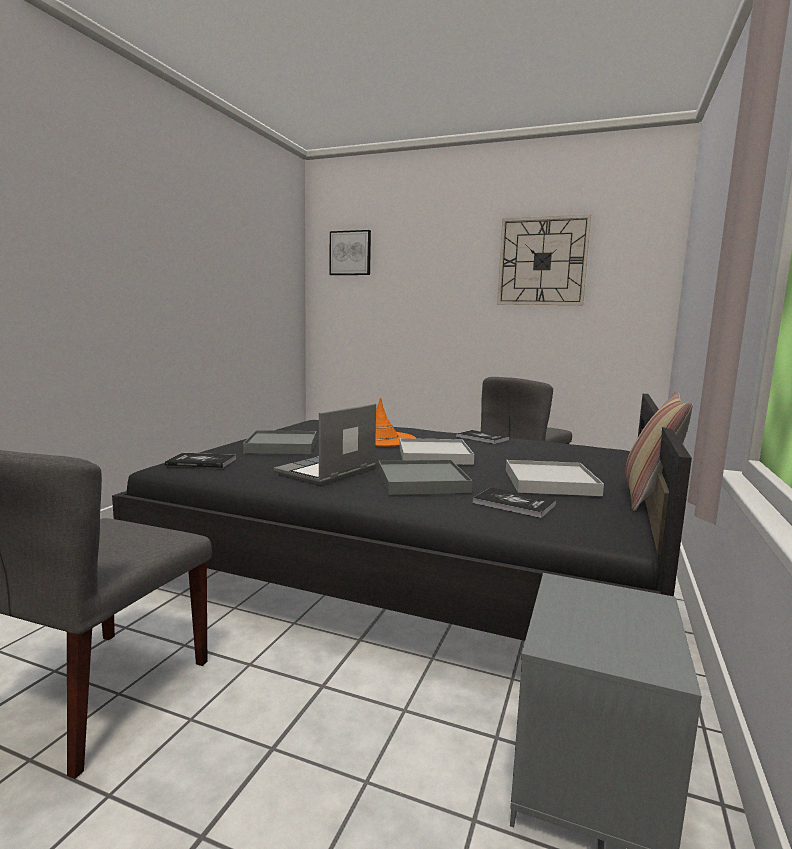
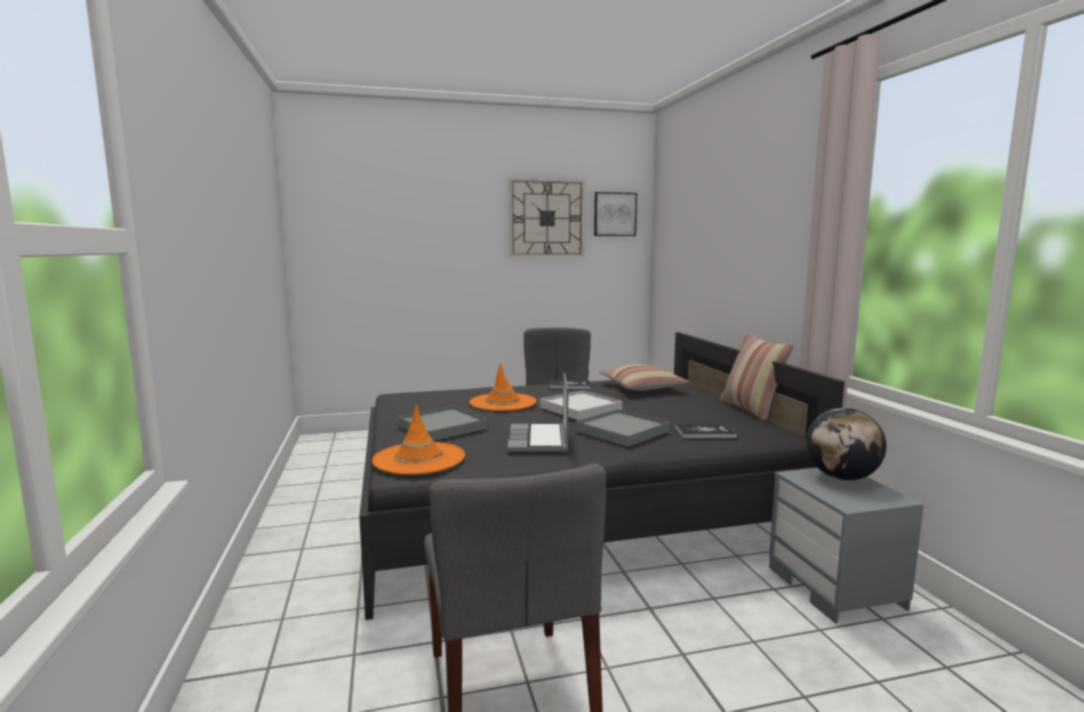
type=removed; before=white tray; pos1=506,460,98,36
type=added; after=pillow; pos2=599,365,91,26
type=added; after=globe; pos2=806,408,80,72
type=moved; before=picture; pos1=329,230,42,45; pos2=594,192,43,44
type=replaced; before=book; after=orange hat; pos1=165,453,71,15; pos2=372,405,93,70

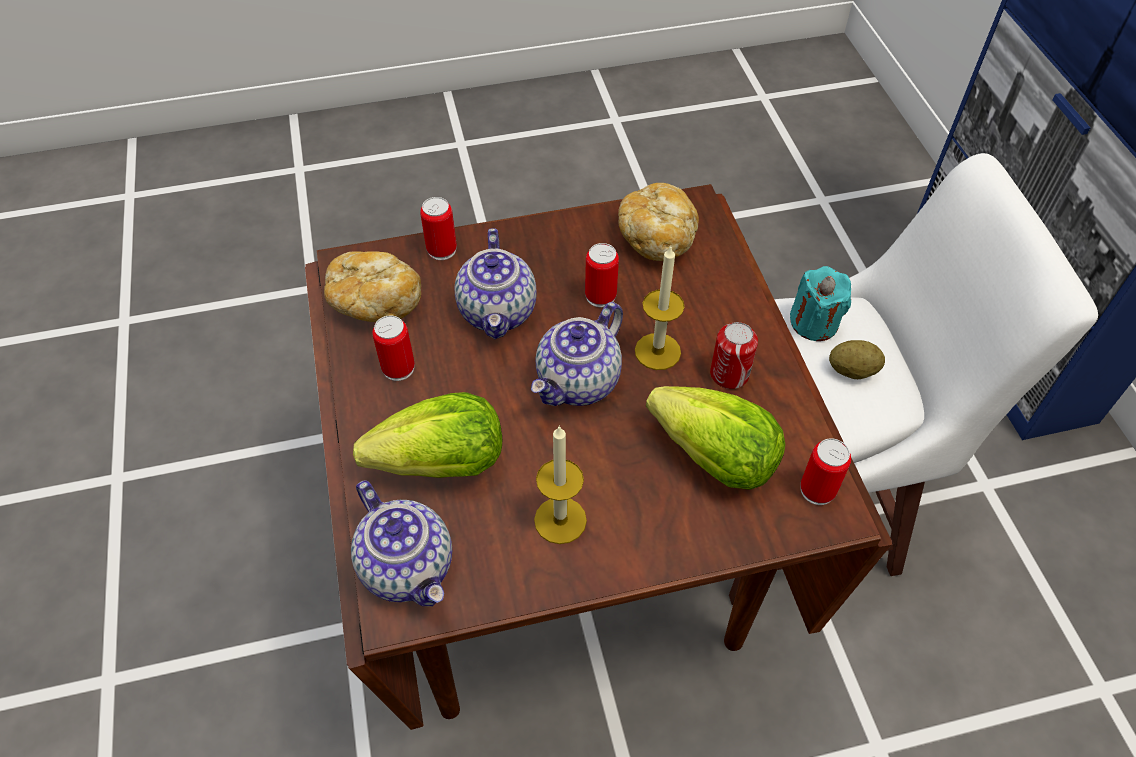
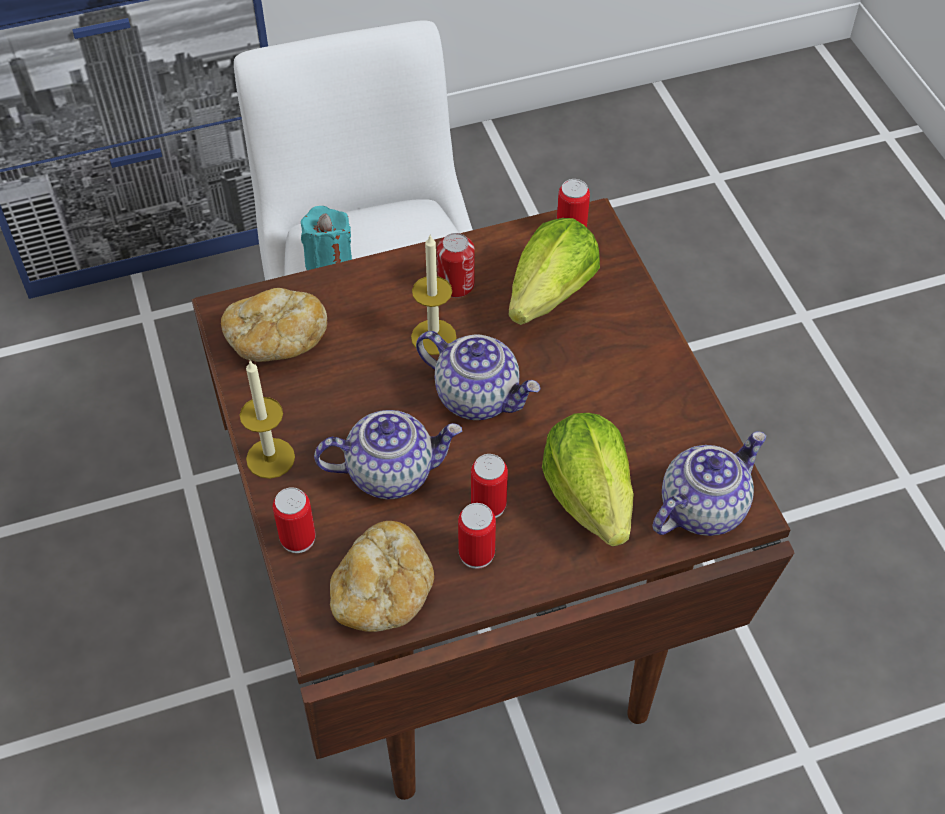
type=removed; before=potato; pos1=829,340,56,39
type=moved; before=candle; pos1=534,425,53,119; pos2=240,361,55,118
type=moved; before=can; pos1=585,243,34,64; pos2=471,454,37,64

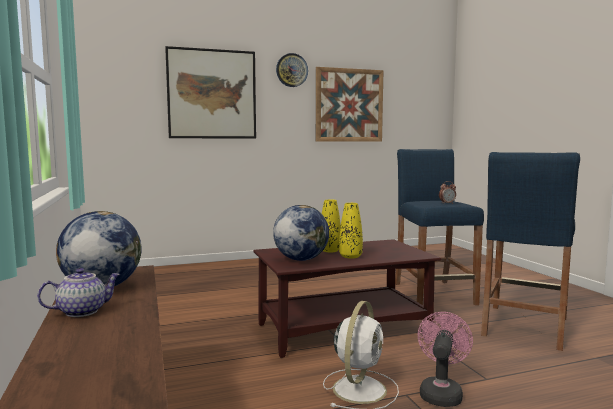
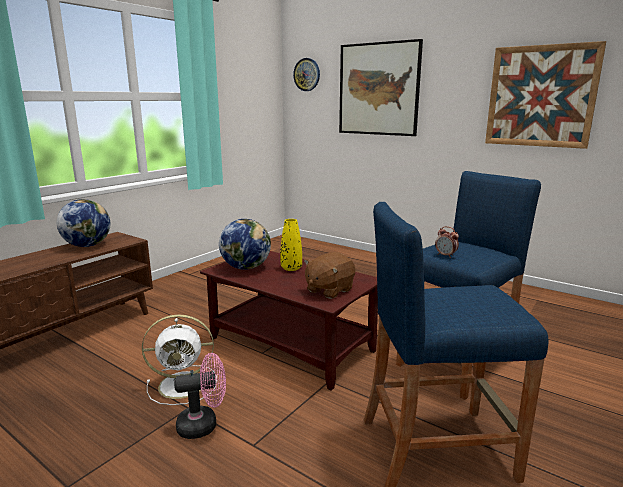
type=removed; before=teapot; pos1=37,268,84,49
type=removed; before=yellow vase; pos1=339,203,24,56
type=added; after=brown plush toy; pos2=304,252,52,47
type=moved; before=wall clock; pos1=276,53,32,34; pos2=293,58,27,33

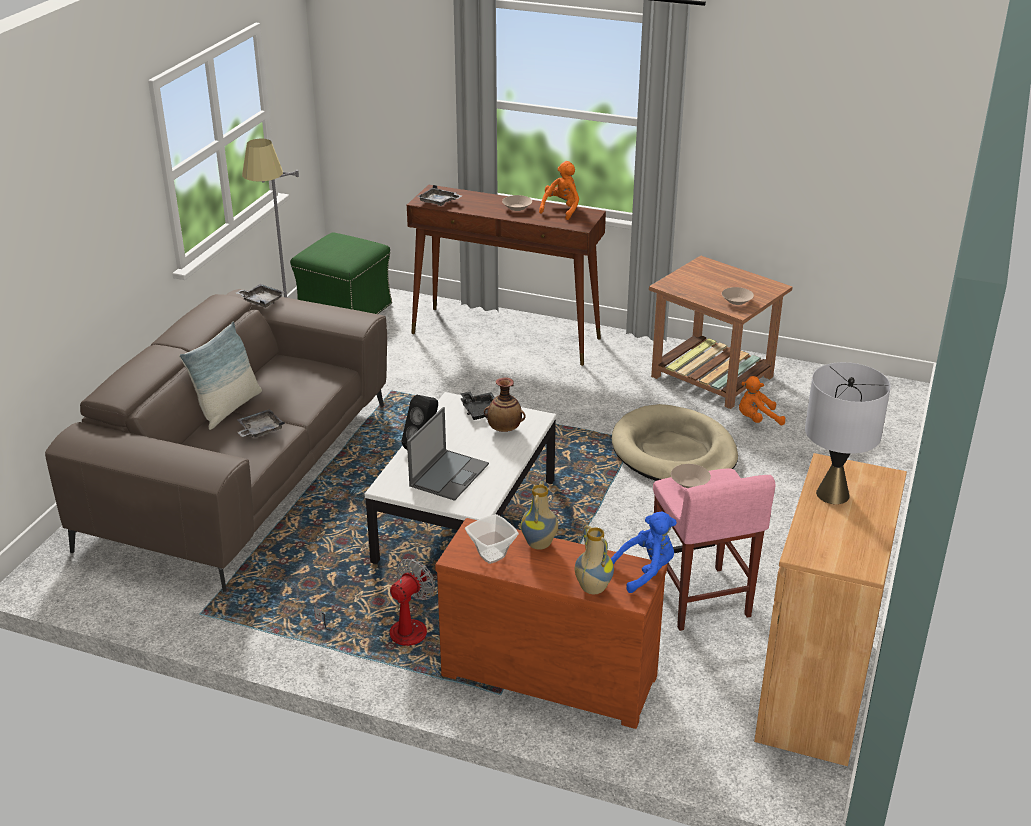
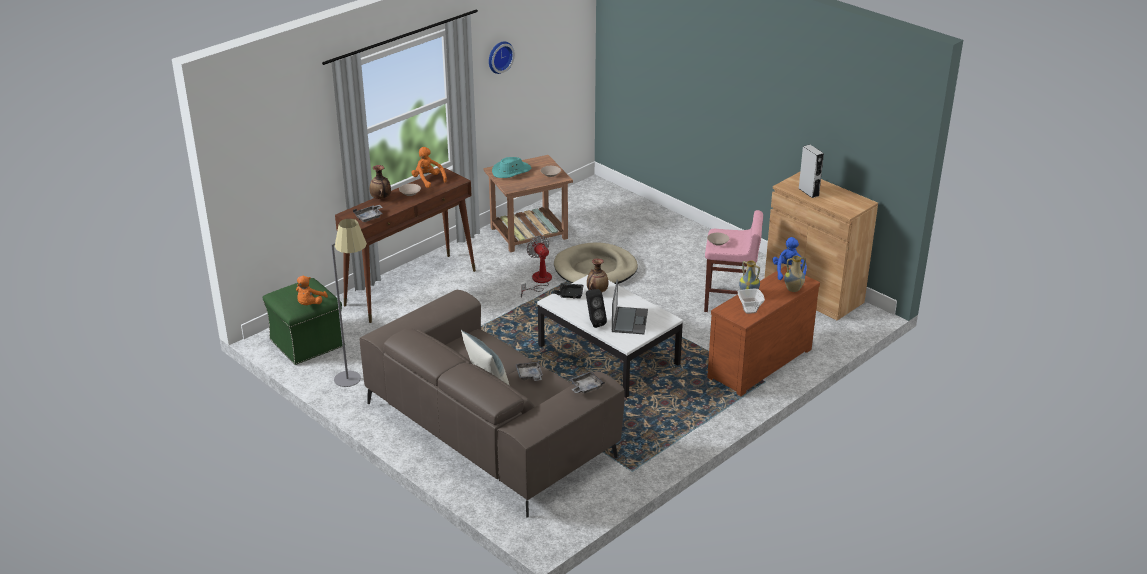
type=added; after=vase; pos2=370,165,21,34
type=added; after=wall clock; pos2=489,41,26,33
type=added; after=turquoise hat; pos2=492,157,39,21
type=moved; before=grey tray; pos1=236,284,49,24; pos2=570,371,35,23
type=moved; before=fan; pos1=314,558,121,90; pos2=521,236,31,62
type=moved; before=orange plush toy; pos1=739,376,46,49; pos2=296,276,32,29
type=replaced; before=grey table lamp; after=grey speaker; pos1=805,362,86,142; pos2=798,145,26,53
type=turned; before=laptop; pos1=407,407,82,94; pos2=612,280,36,54; turn=45

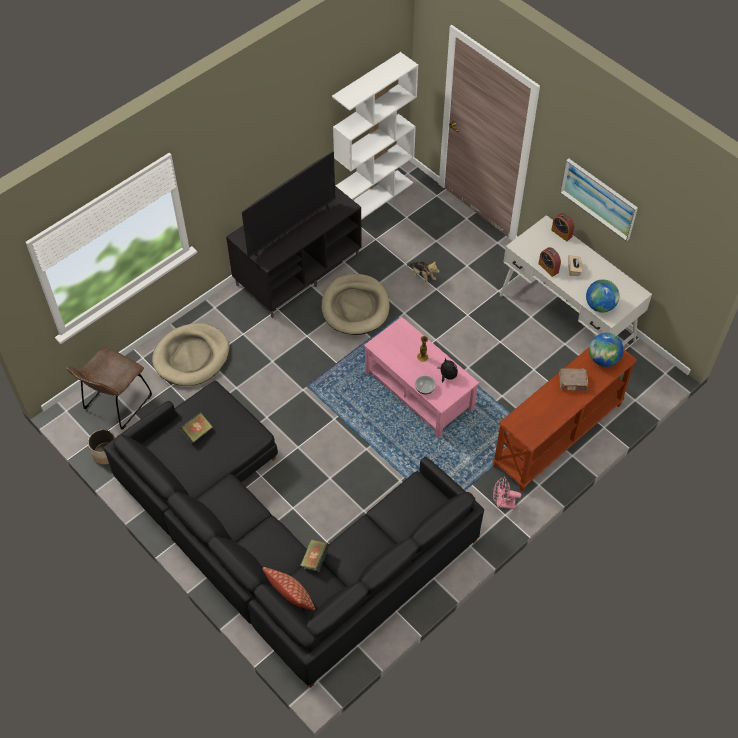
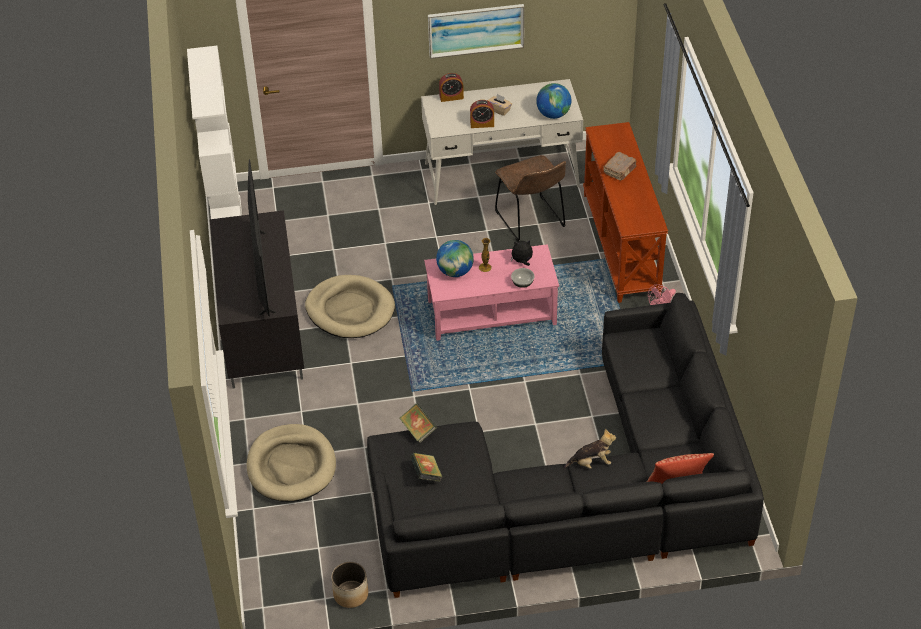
type=moved; before=brown chair; pos1=66,347,86,83; pos2=495,155,71,87
type=moved; before=book; pos1=300,539,30,33; pos2=399,403,38,40
type=moved; before=plush toy; pos1=407,260,33,24; pos2=564,428,52,41
type=moved; before=globe; pos1=589,333,35,34; pos2=436,240,38,37

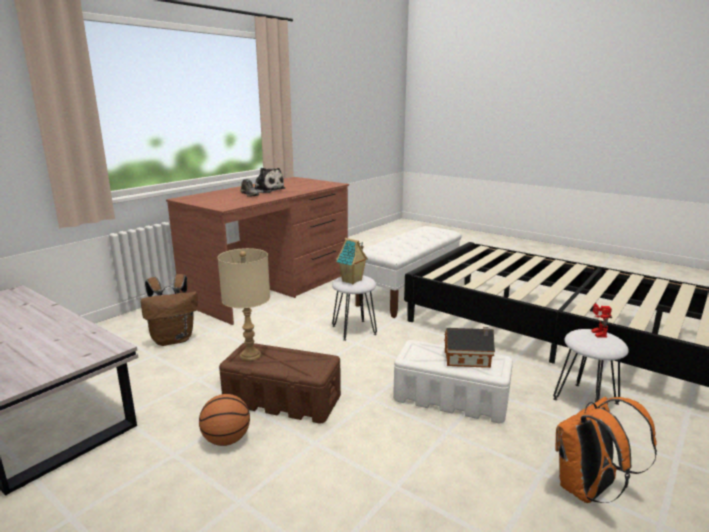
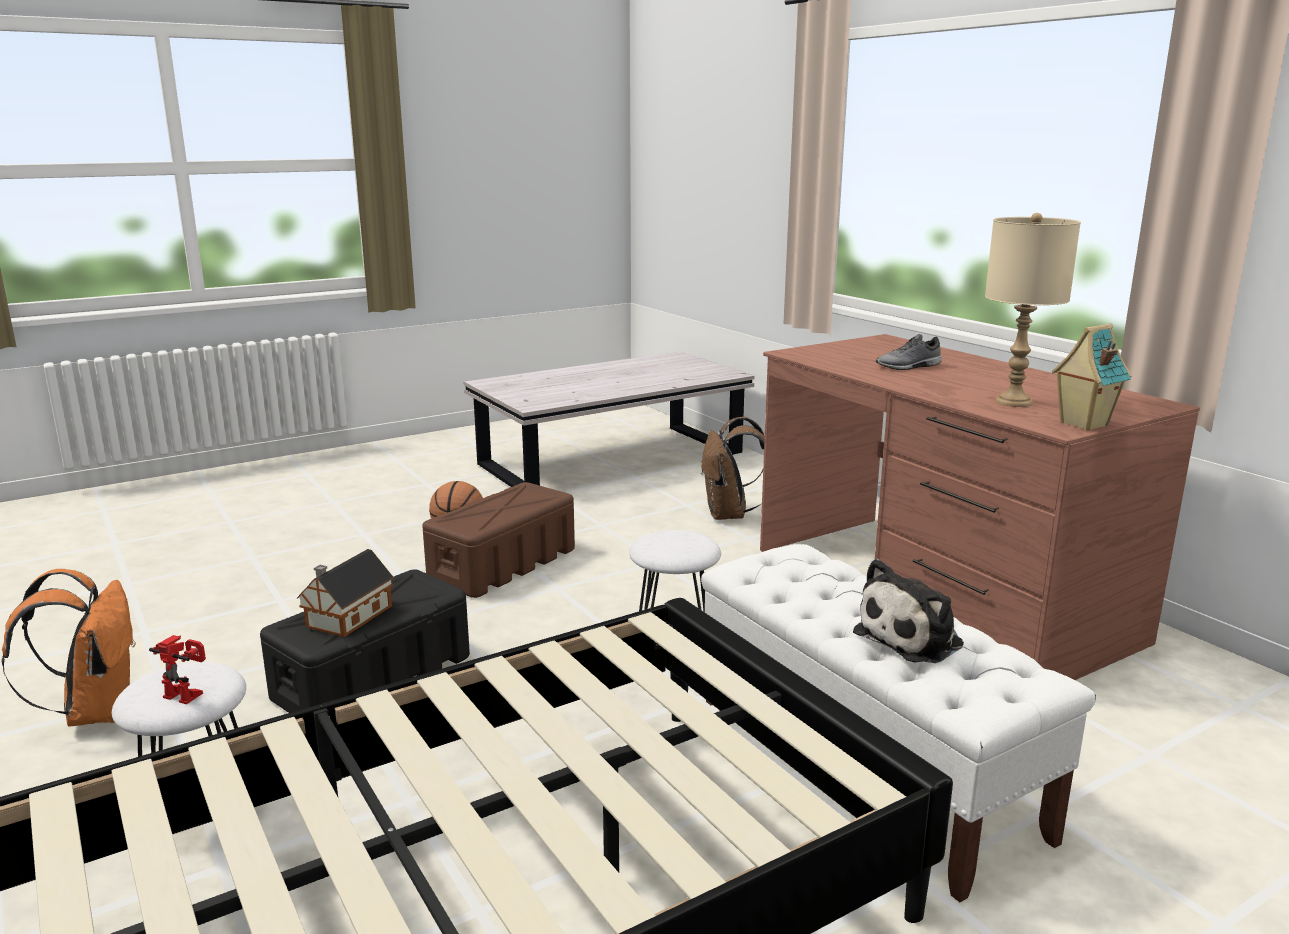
type=moved; before=beige table lamp; pos1=218,248,52,113; pos2=985,213,96,194
type=moved; before=plush toy; pos1=254,168,31,25; pos2=853,559,111,104
type=moved; before=toy house; pos1=336,238,32,46; pos2=1052,324,80,107
type=recoloured; before=white storage box; after=black storage box; pos1=393,340,120,83; pos2=260,570,210,143

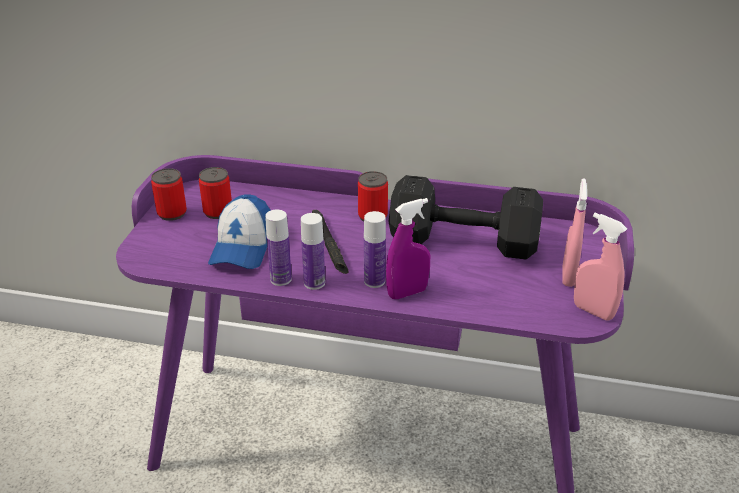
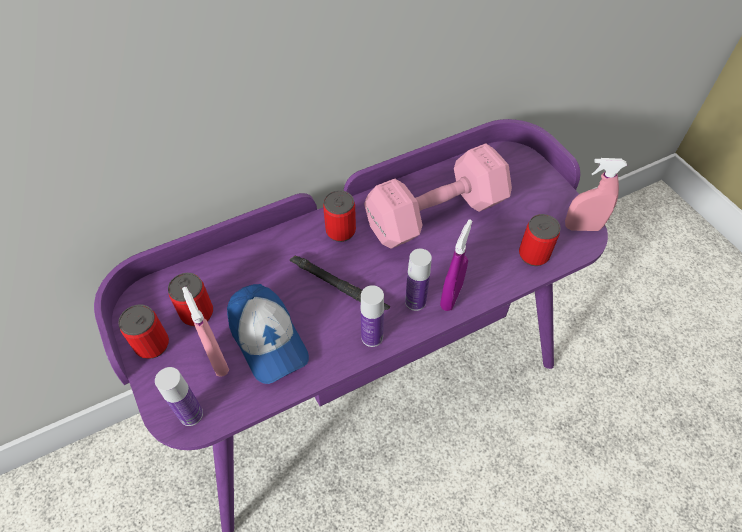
type=added; after=can; pos2=519,214,42,52
type=moved; before=bottle; pos1=265,210,27,76; pos2=155,367,48,59
type=moved; before=pink spray bottle; pos1=562,178,25,109; pos2=182,287,47,90
type=recoloured; before=black dumbbell; after=pink dumbbell; pos1=388,175,155,85; pos2=364,143,148,106

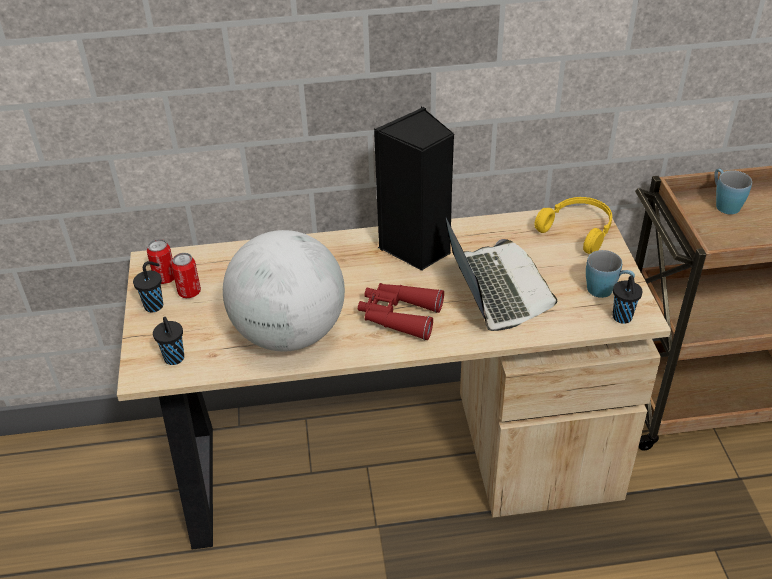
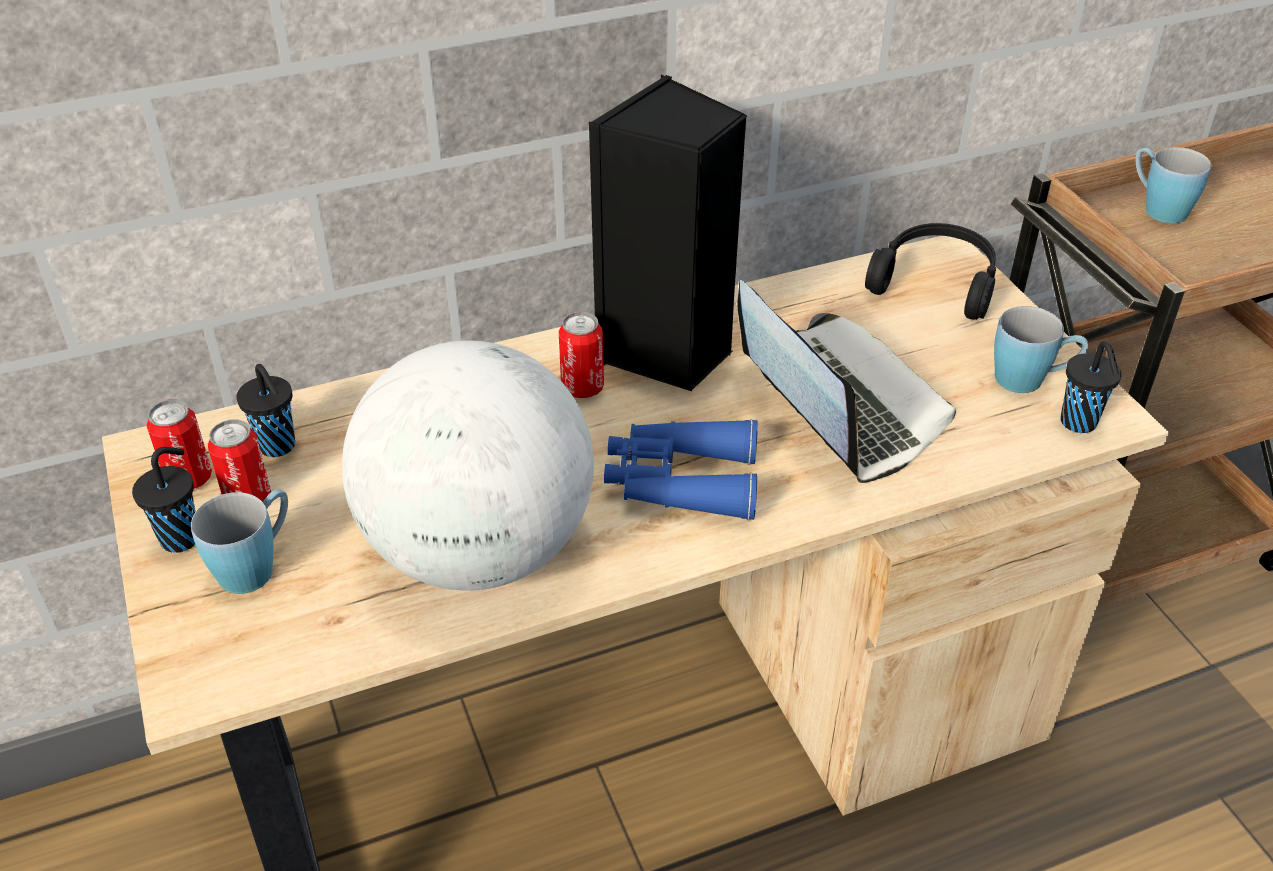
type=added; after=blue mug; pos2=191,489,97,105
type=added; after=can; pos2=559,312,45,86
type=moved; before=black cup; pos1=153,317,31,48; pos2=237,364,58,93
type=recoloured; before=red binoculars; after=blue binoculars; pos1=358,283,86,57; pos2=604,419,154,101
type=recoloured; before=yellow headphones; after=black headphones; pos1=534,197,78,57; pos2=865,223,131,97

